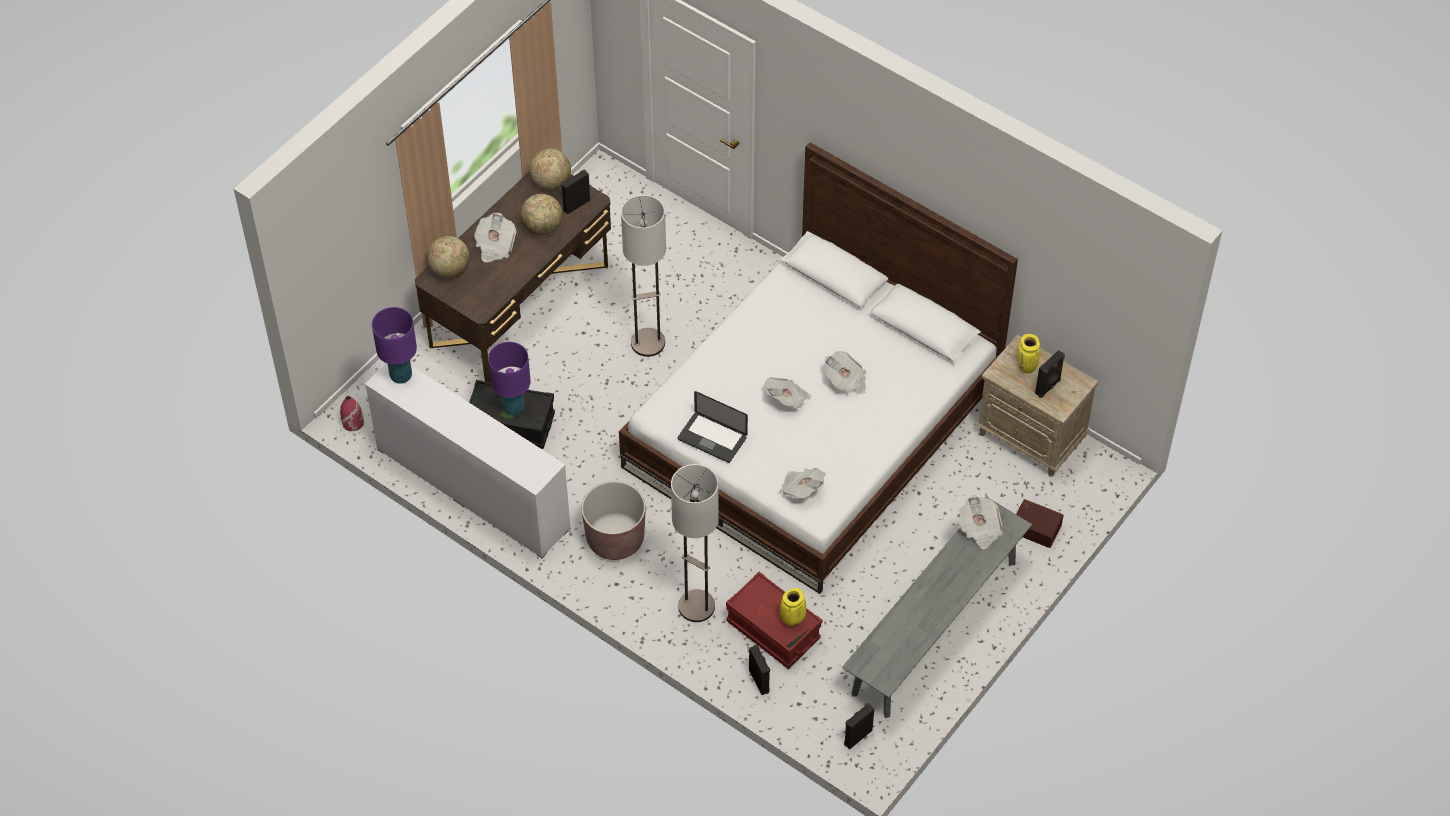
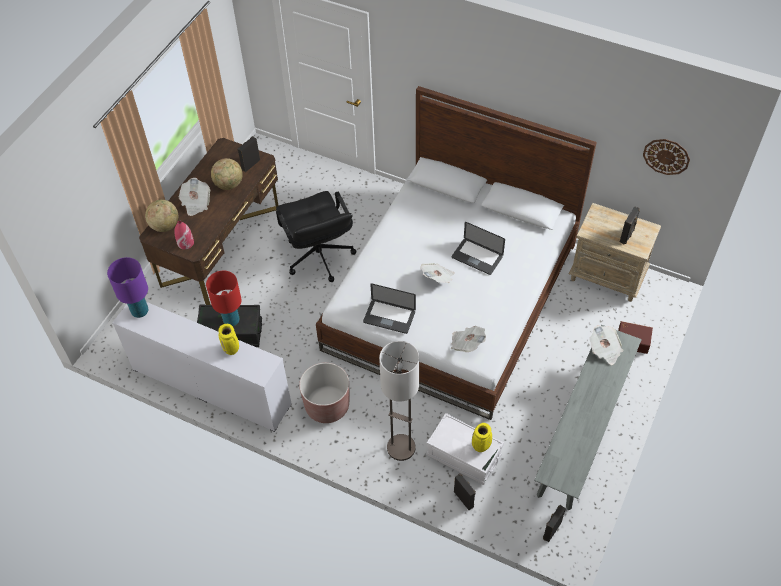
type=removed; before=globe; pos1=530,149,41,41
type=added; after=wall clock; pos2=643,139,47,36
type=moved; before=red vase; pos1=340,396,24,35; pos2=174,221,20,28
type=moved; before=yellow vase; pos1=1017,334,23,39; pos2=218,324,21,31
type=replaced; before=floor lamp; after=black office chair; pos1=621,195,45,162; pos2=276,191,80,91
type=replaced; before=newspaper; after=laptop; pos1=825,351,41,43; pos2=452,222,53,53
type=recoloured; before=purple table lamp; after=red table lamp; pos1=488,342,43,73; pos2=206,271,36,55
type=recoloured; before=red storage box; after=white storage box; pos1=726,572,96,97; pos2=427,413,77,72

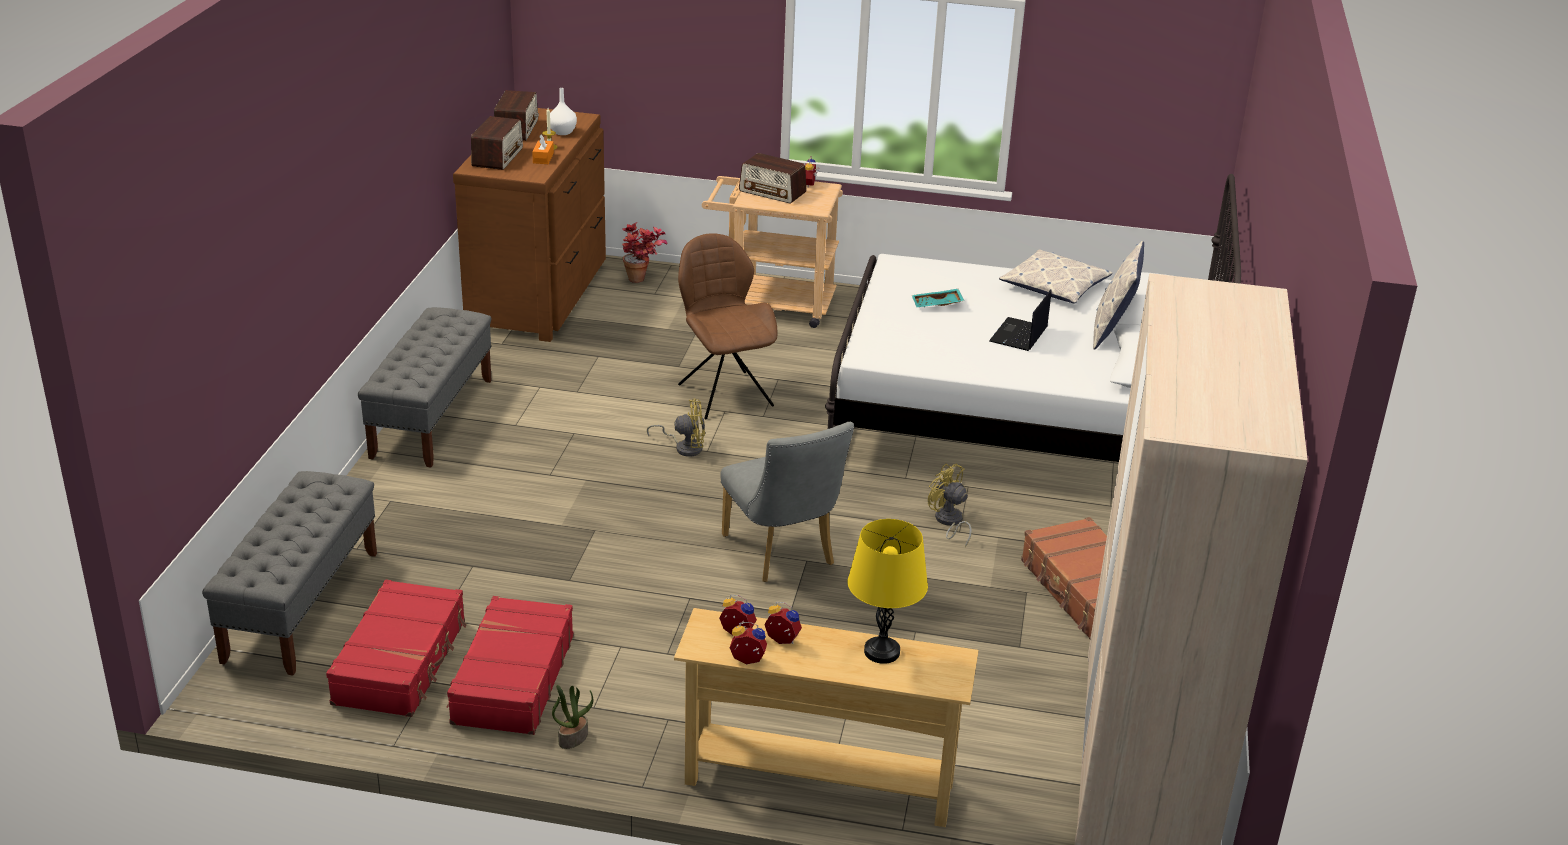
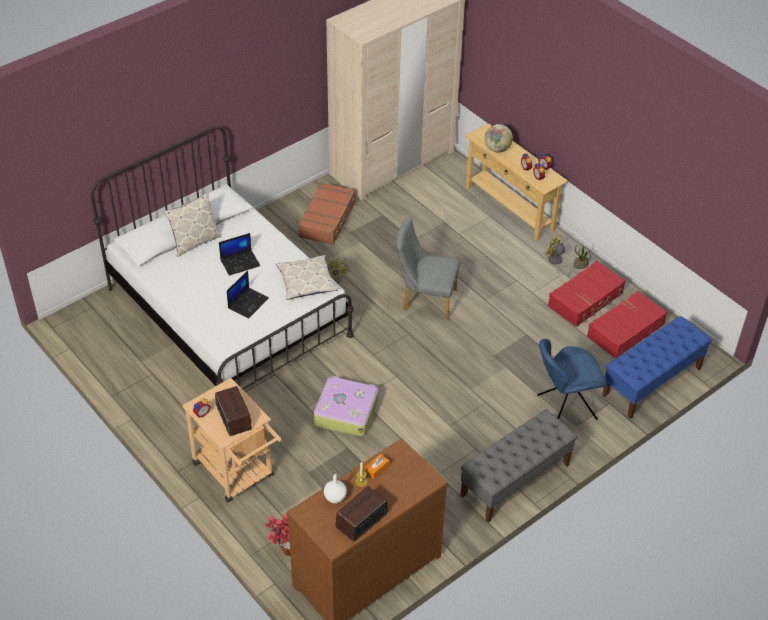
type=removed; before=radio; pos1=471,116,52,54
type=added; after=blue chair; pos2=537,339,70,81
type=moved; before=yellow fan; pos1=647,399,58,58; pos2=545,233,25,44
type=moved; before=pillow; pos1=999,249,114,55; pos2=276,255,62,45
type=replaced; before=brown chair; after=suitcase; pos1=678,233,99,187; pos2=314,376,65,61
type=replaced; before=yellow table lamp; after=globe; pos1=848,519,80,145; pos2=485,124,28,28
type=replaced; before=turquoise tray; after=laptop; pos1=912,289,52,18; pos2=227,271,42,48
type=recoloured; before=grey bench; after=blue bench; pos1=202,471,175,204; pos2=602,316,110,103
type=turned; before=grey chair; pos1=720,422,134,160; pos2=396,217,64,103; turn=-90

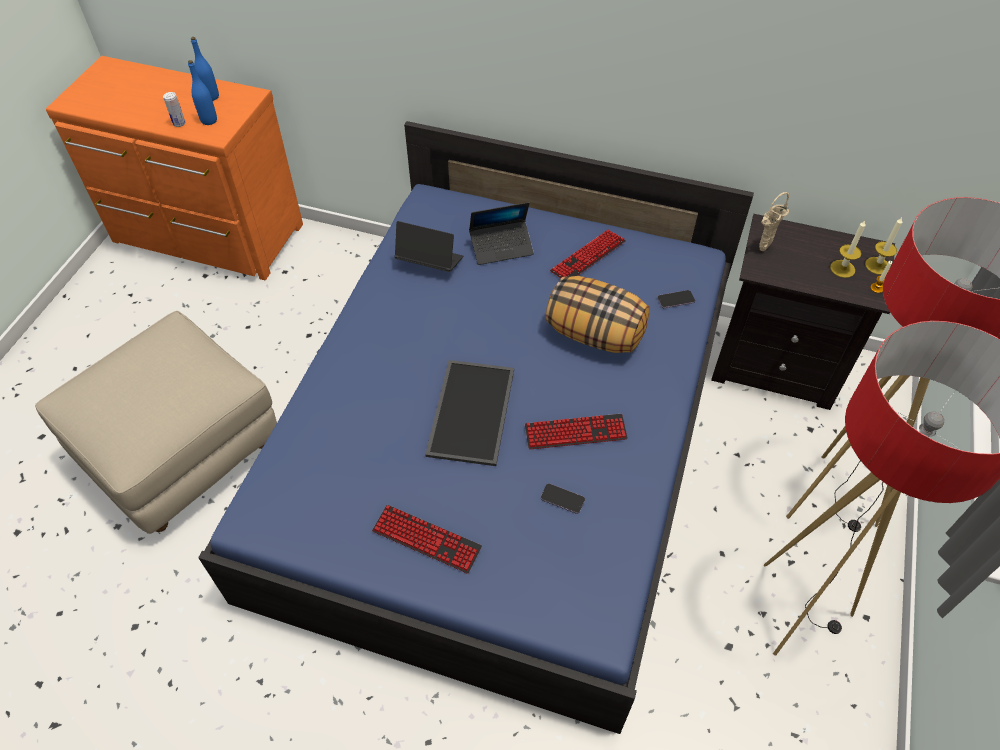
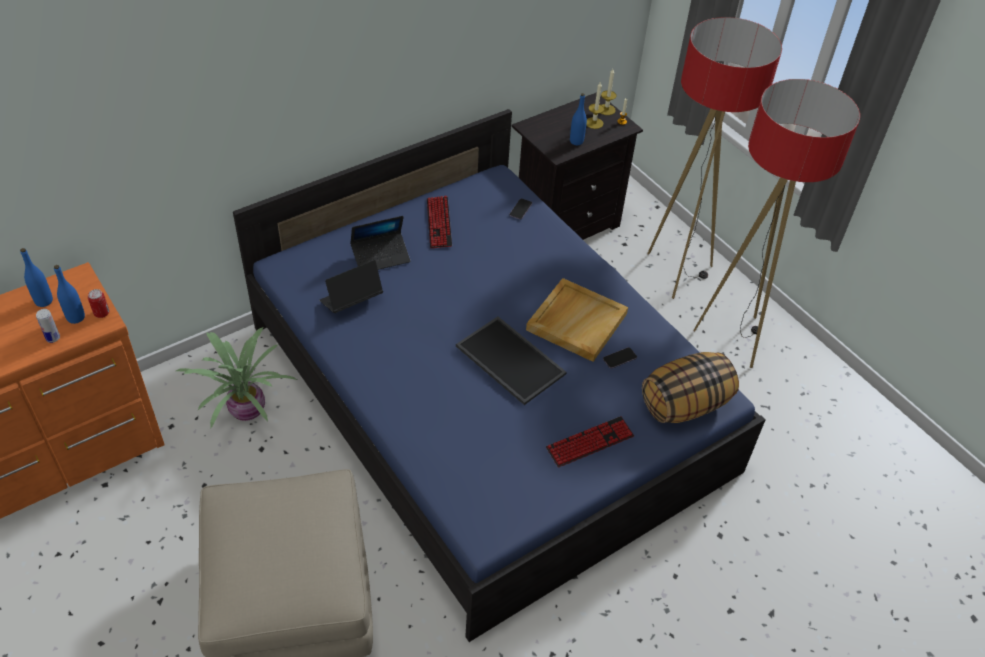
type=removed; before=beige vase; pos1=759,192,30,59
type=added; after=can; pos2=88,289,21,29
type=added; after=potted plant; pos2=176,327,121,101
type=added; after=blue bottle; pos2=570,93,17,52
type=moved; before=pillow; pos1=546,276,103,77; pos2=642,352,97,71
type=replaced; before=keyboard; after=beige tray; pos1=525,414,103,36; pos2=526,278,102,84
type=turned; before=laptop; pos1=469,202,65,63; pos2=350,216,60,54; turn=45

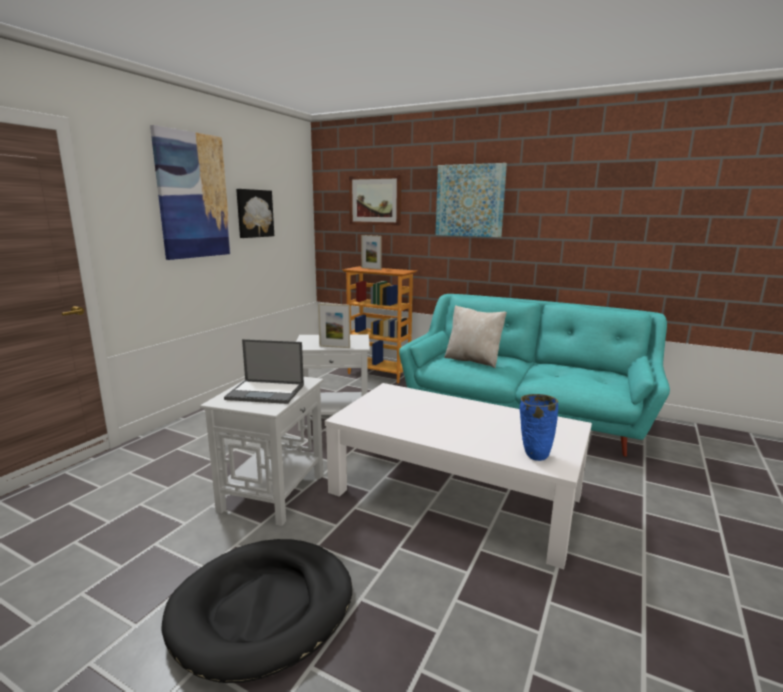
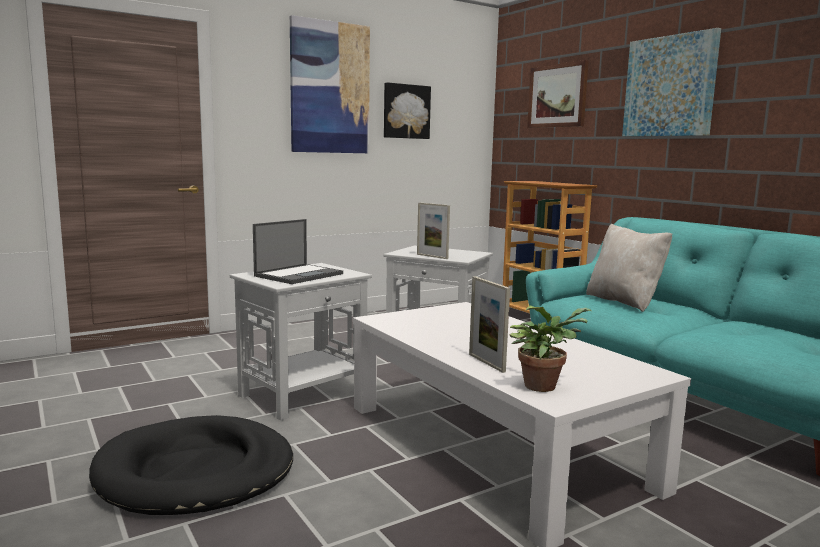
type=moved; before=picture frame; pos1=361,235,21,35; pos2=469,276,41,97
type=replaced; before=blue vase; after=potted plant; pos1=520,394,38,67; pos2=510,305,81,87
type=turned; before=laptop; pos1=224,339,80,65; pos2=253,219,90,65; turn=-90

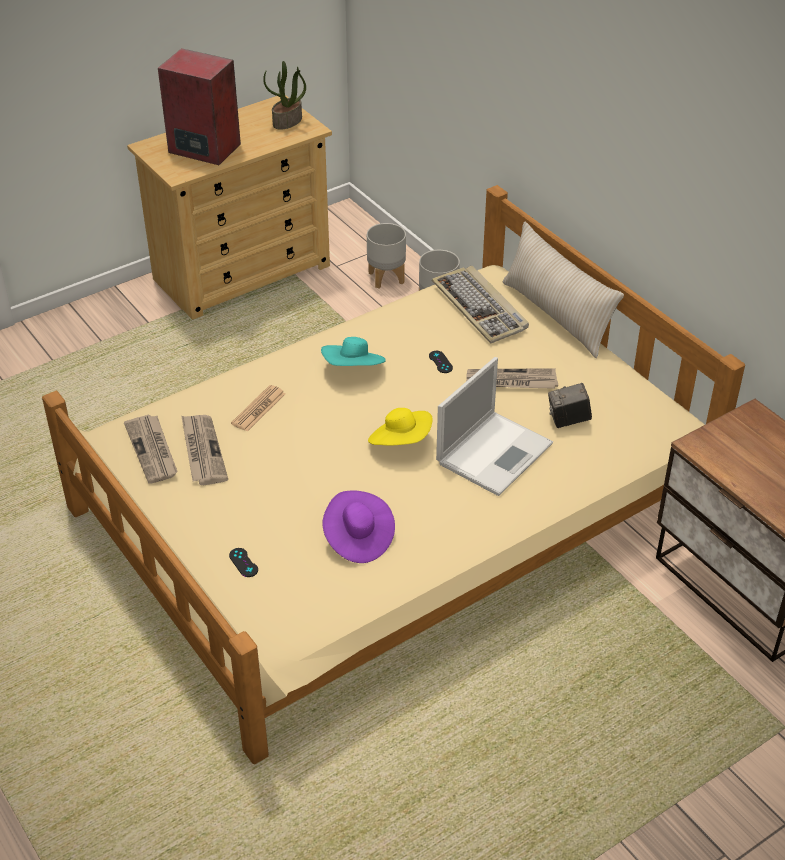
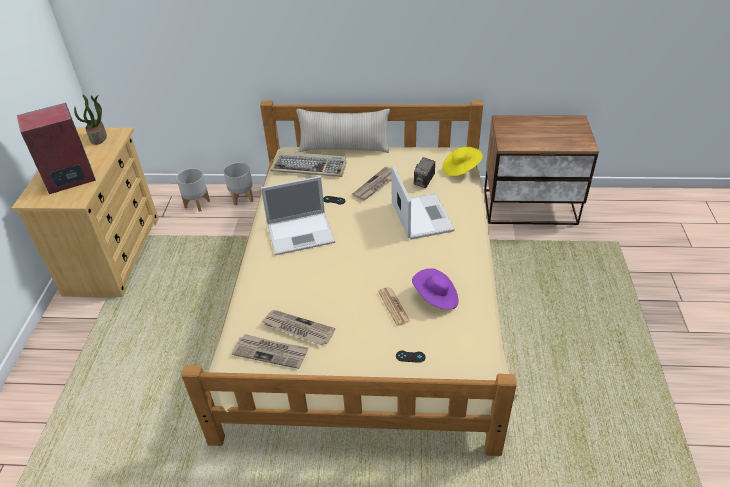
type=moved; before=newspaper; pos1=231,385,55,47; pos2=378,287,33,39
type=moved; before=yellow hat; pos1=368,408,65,38; pos2=443,147,40,30
type=replaced; before=turquoise hat; after=laptop; pos1=321,337,65,29; pos2=261,176,74,79

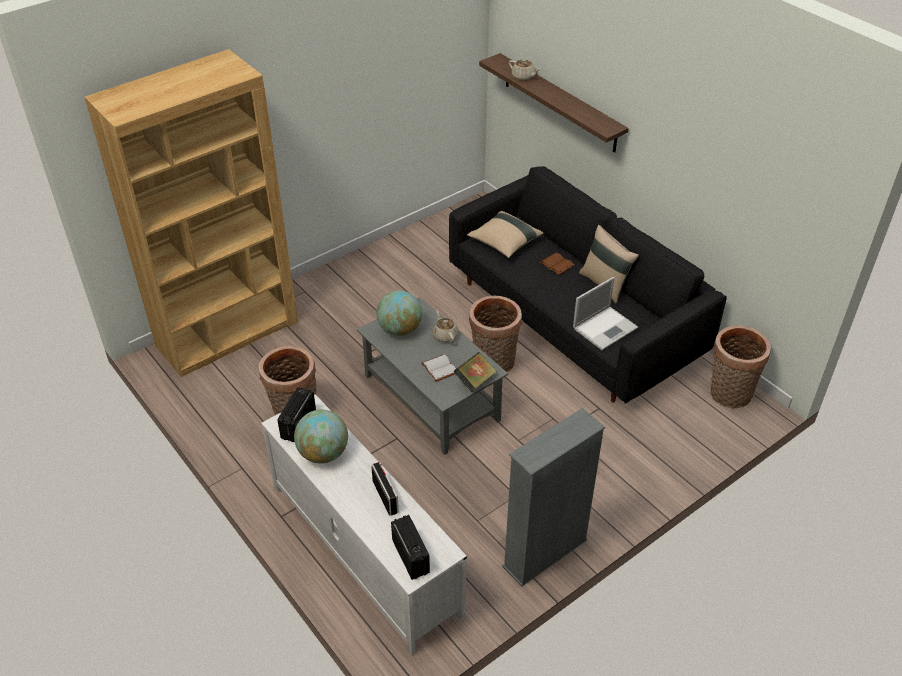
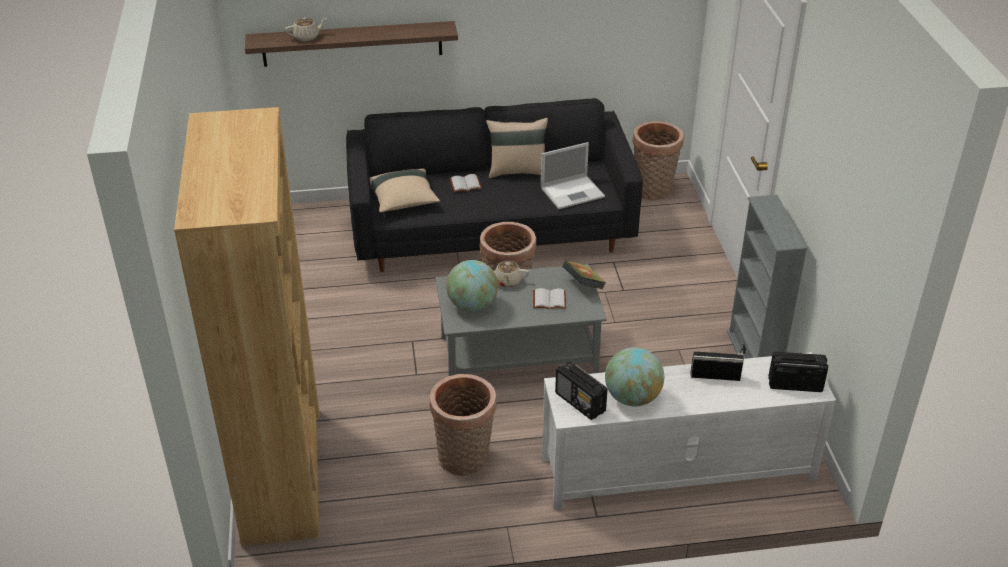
type=recoloured; before=brown book; after=white book; pos1=540,253,34,22; pos2=450,174,32,18
type=turned; before=laptop; pos1=573,277,65,73; pos2=541,142,64,67; turn=75

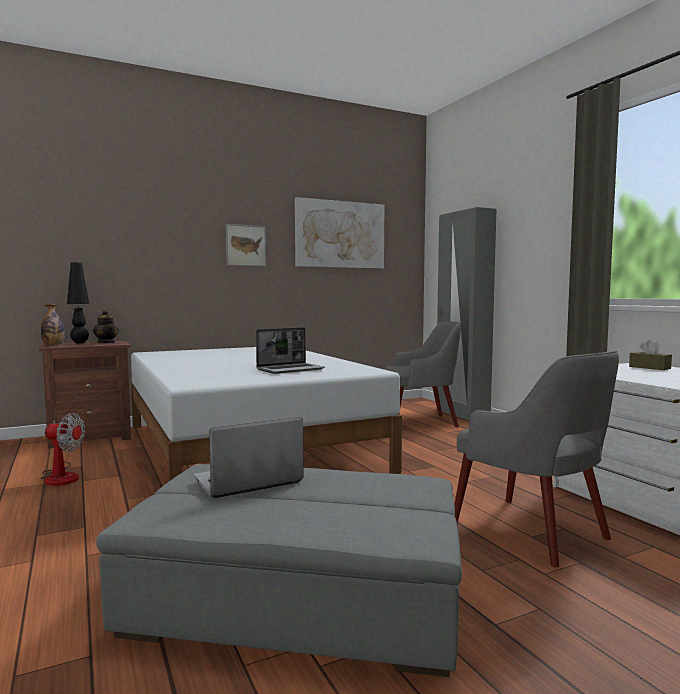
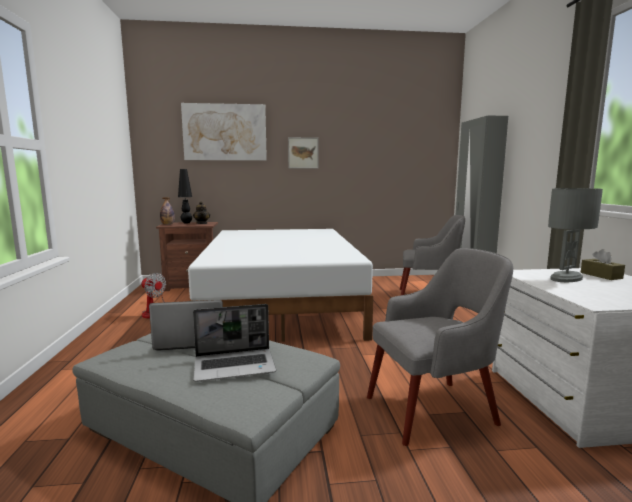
type=added; after=grey table lamp; pos2=548,188,55,94
type=moved; before=laptop; pos1=256,327,69,47; pos2=193,304,83,78
type=moved; before=picture; pos1=295,197,89,71; pos2=181,103,86,58
type=turned; before=grey armchair; pos1=454,351,165,217; pos2=367,248,146,198; turn=-90

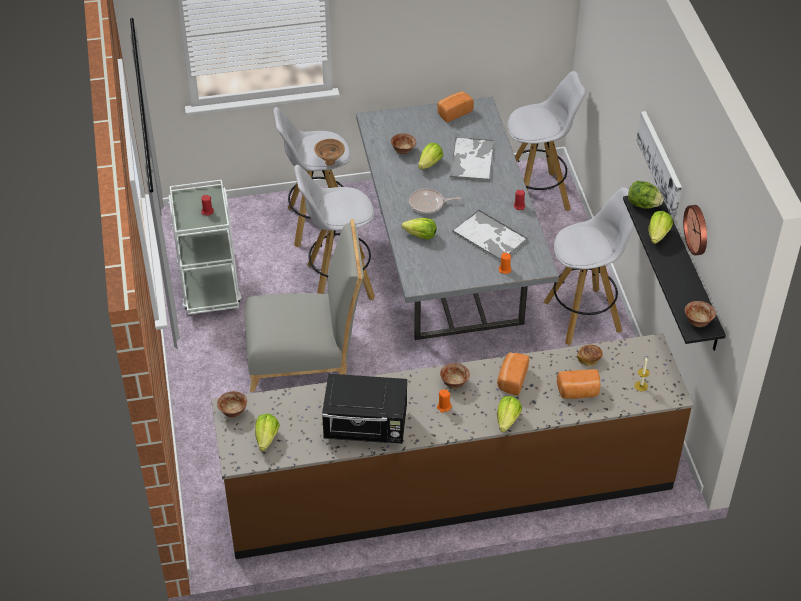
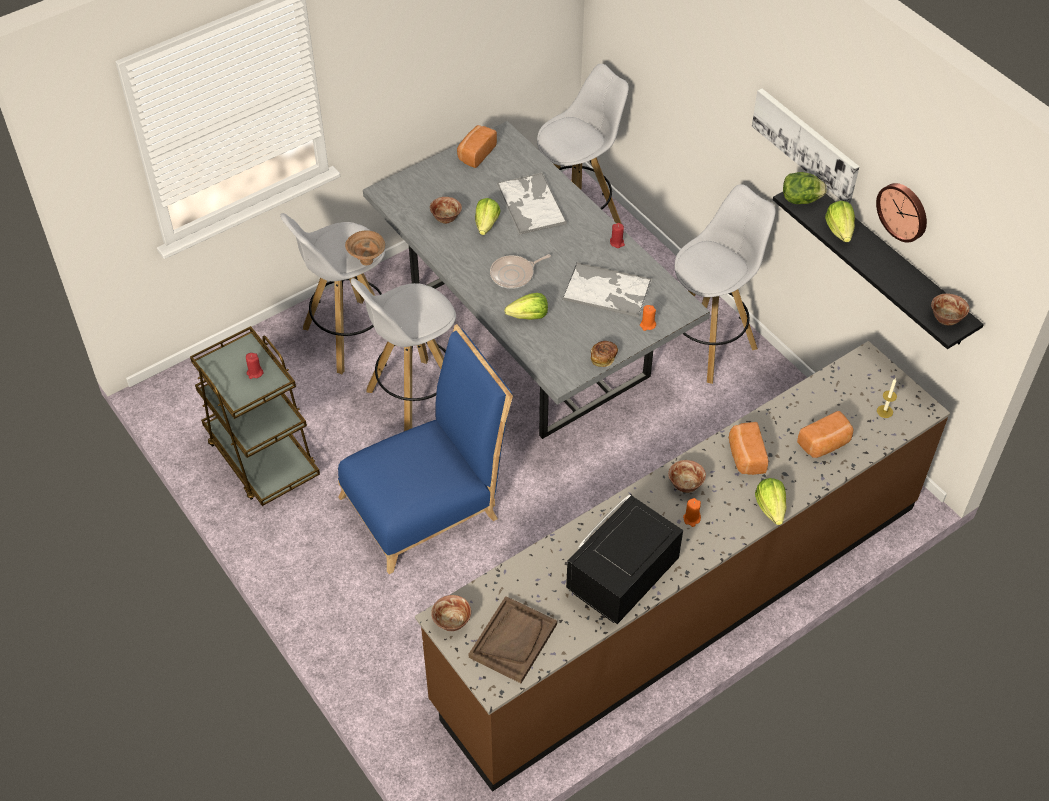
type=moved; before=bread; pos1=577,345,26,21; pos2=591,341,27,26
type=replaced; before=lettuce; after=brown tray; pos1=255,413,25,38; pos2=468,596,89,87
type=recoloured; before=white cart; after=brown cart; pos1=168,180,74,135; pos2=190,326,130,180
type=recoloured; before=grey chair; after=blue chair; pos1=245,219,119,173; pos2=338,324,175,250
type=turned; before=black microwave; pos1=322,374,85,69; pos2=566,495,117,129; turn=150

